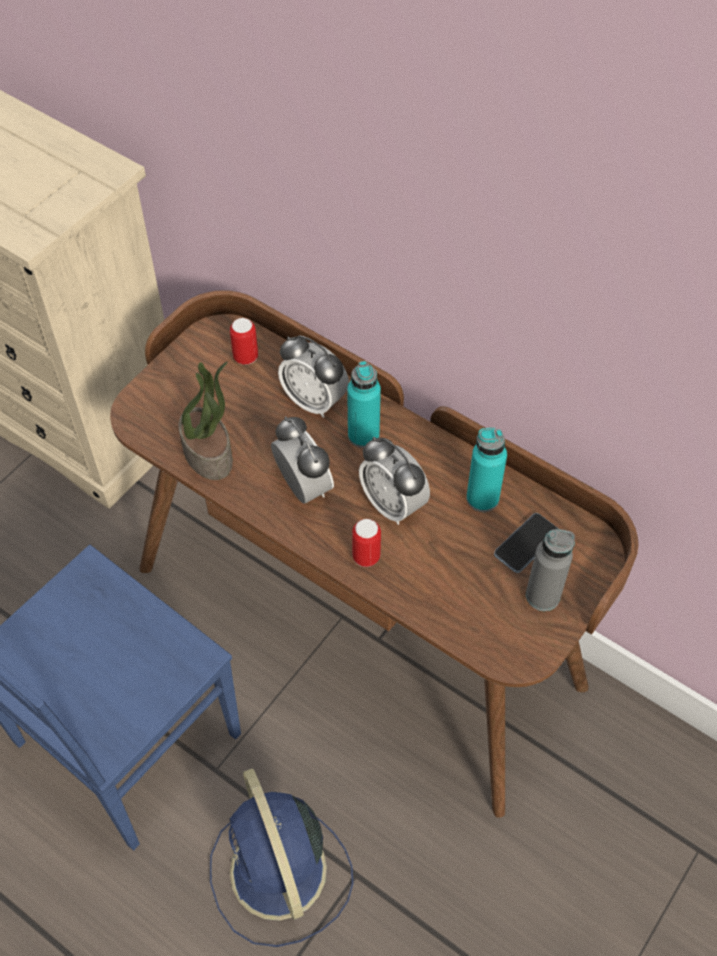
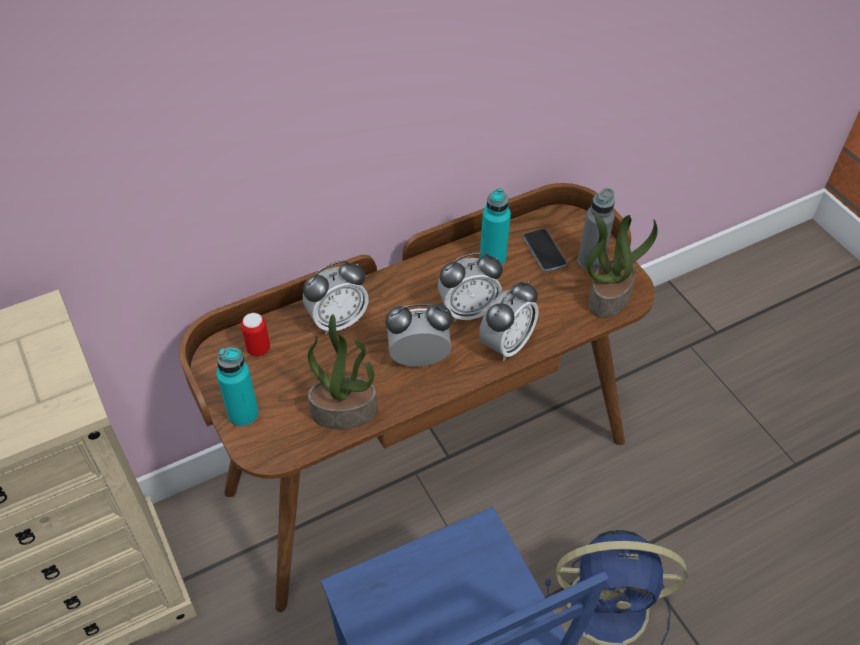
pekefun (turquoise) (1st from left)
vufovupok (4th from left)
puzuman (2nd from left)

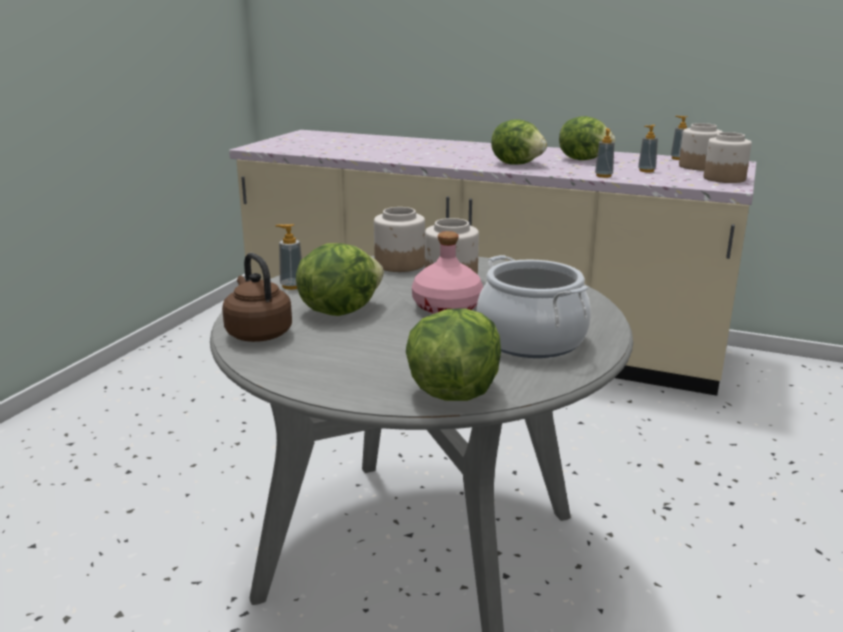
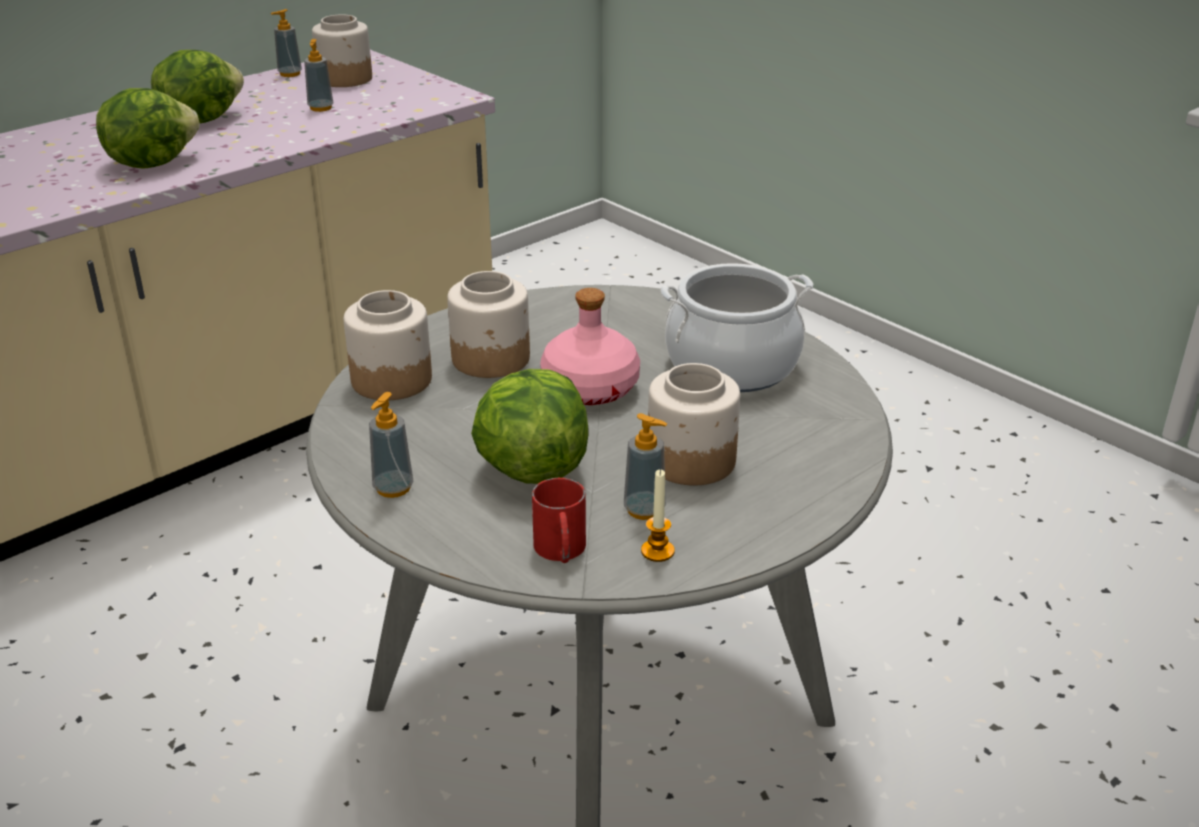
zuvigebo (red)
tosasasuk (2nd from left in the first image)
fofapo (4th from left)
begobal (4th from left)
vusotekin

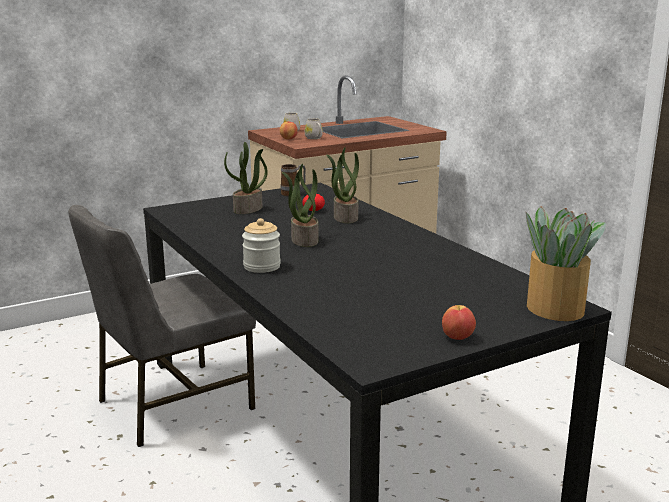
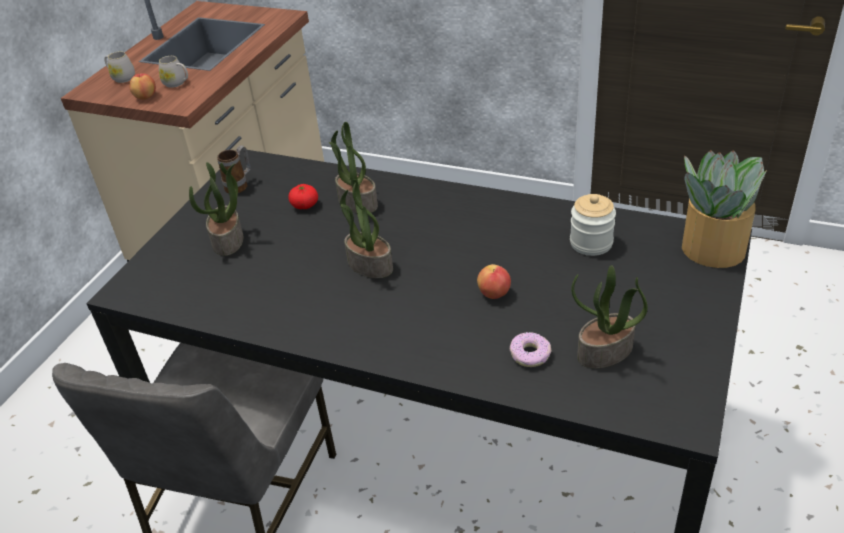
begobal
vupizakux (2nd from left)
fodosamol
puzuman (4th from left)

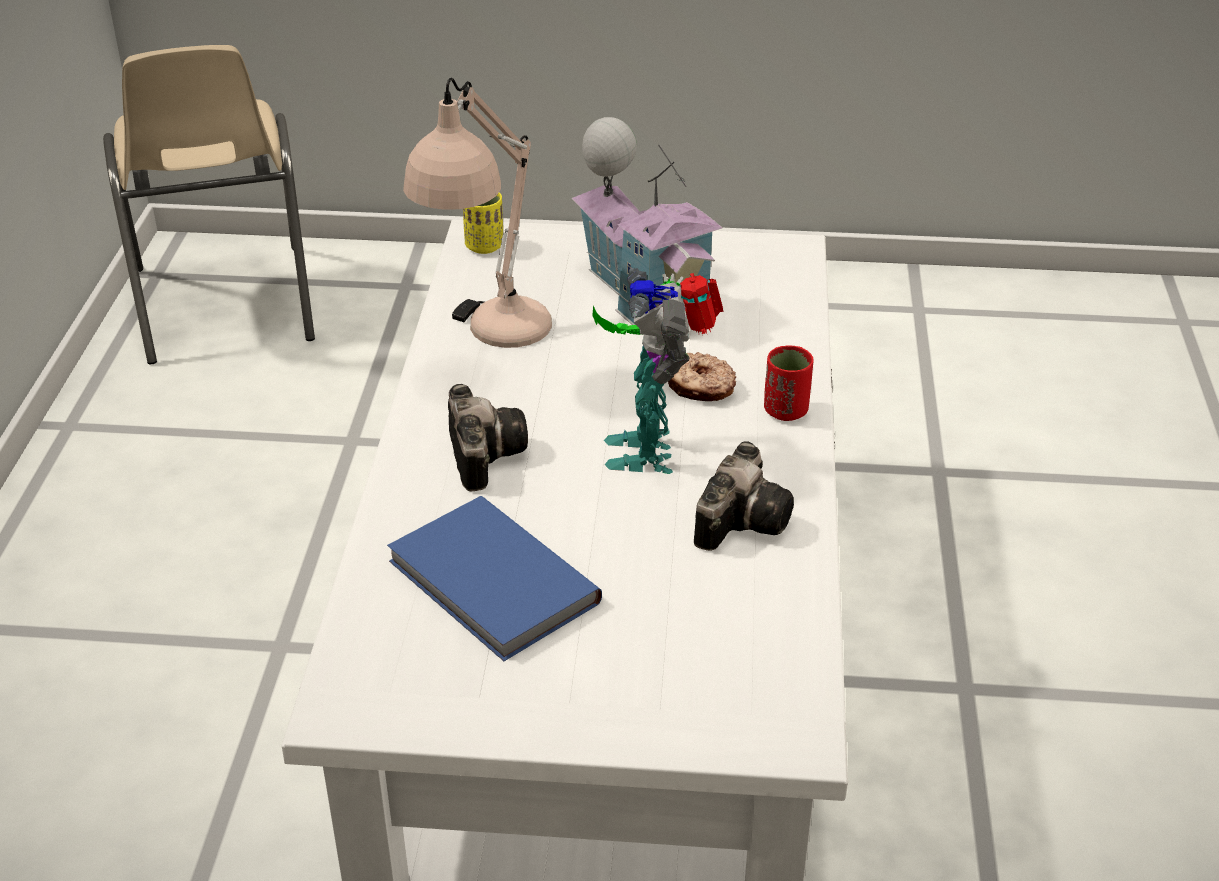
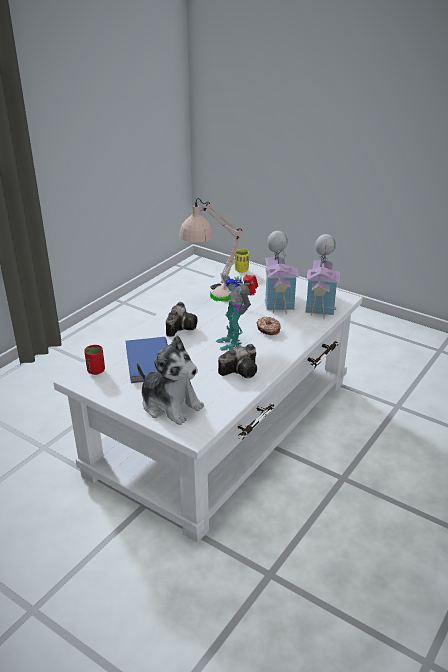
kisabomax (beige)
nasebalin
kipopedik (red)
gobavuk
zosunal (2nd from left)

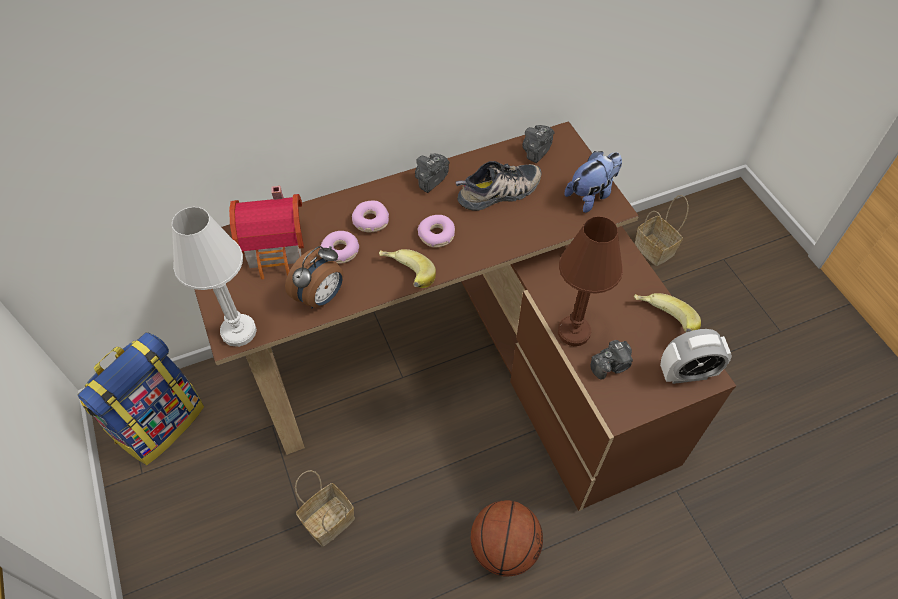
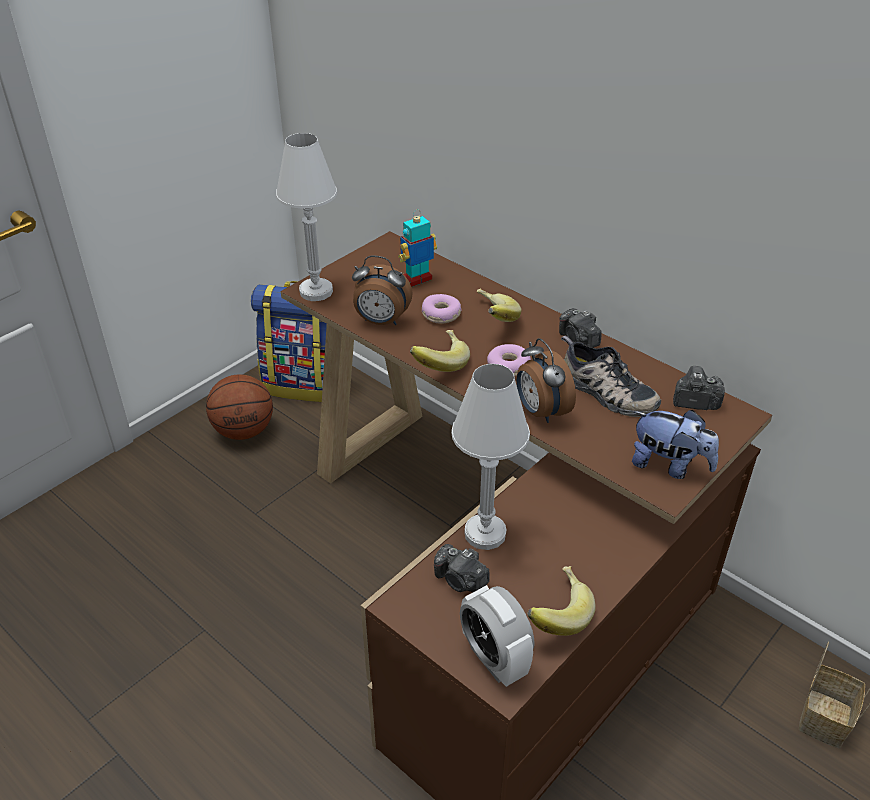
nasebalin
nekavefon (1st from left in the first image)
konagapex (2nd from left)
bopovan (2nd from left)
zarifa
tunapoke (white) (2nd from left)
vufovupok (3rd from left)

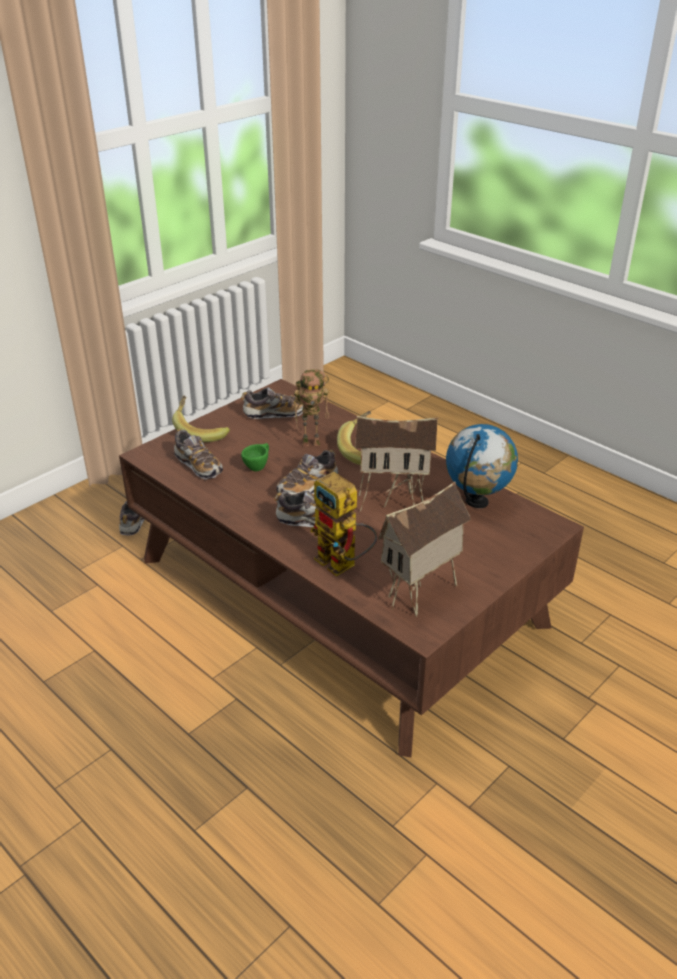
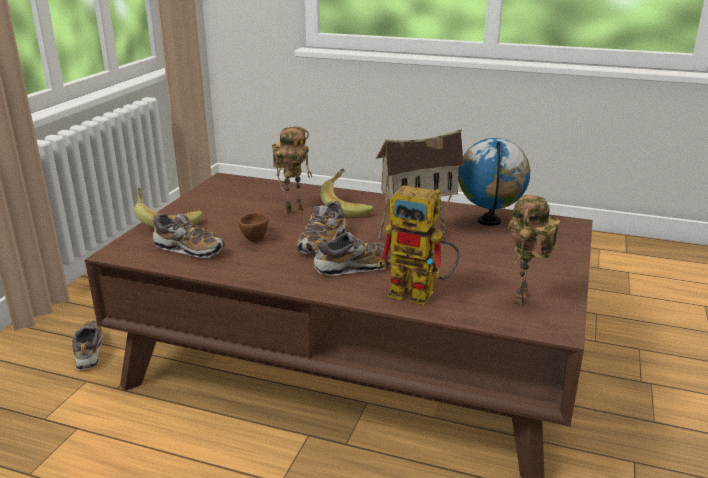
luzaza (3rd from left in the first image)
kipopedik (brown)
nasebalin (3rd from left)

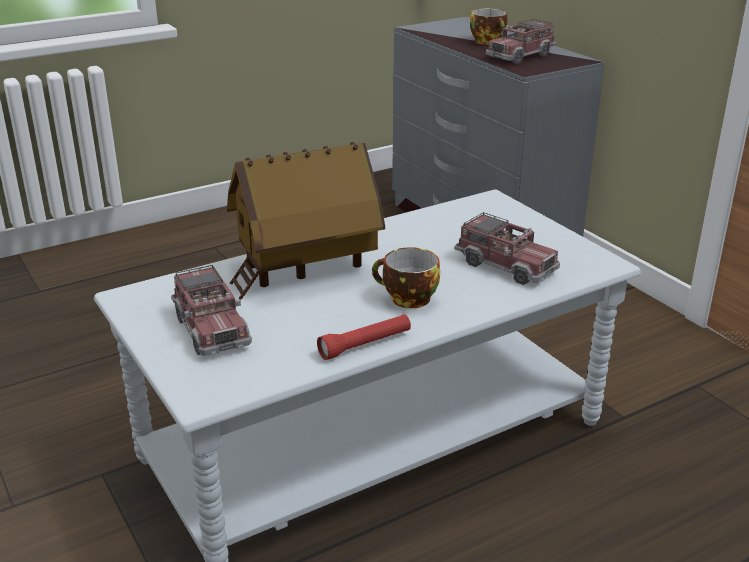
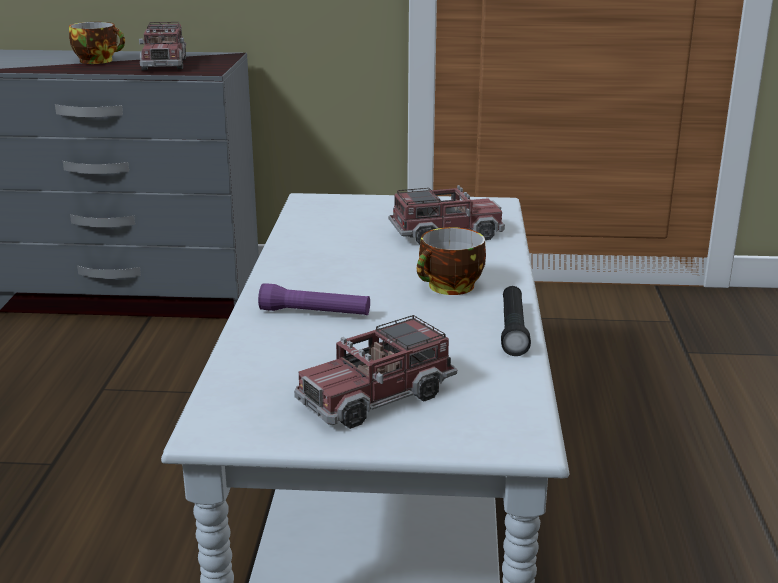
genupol (2nd from left)
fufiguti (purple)
fufiguti (black)

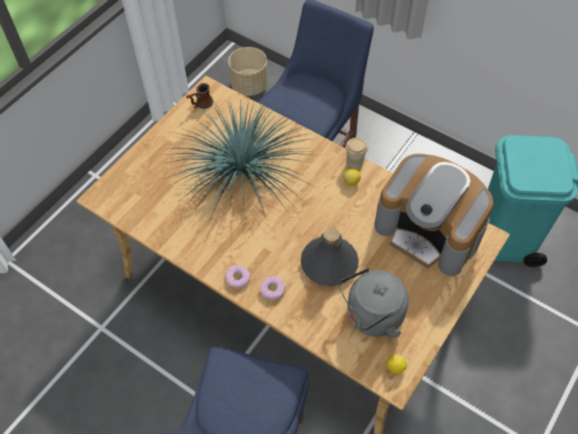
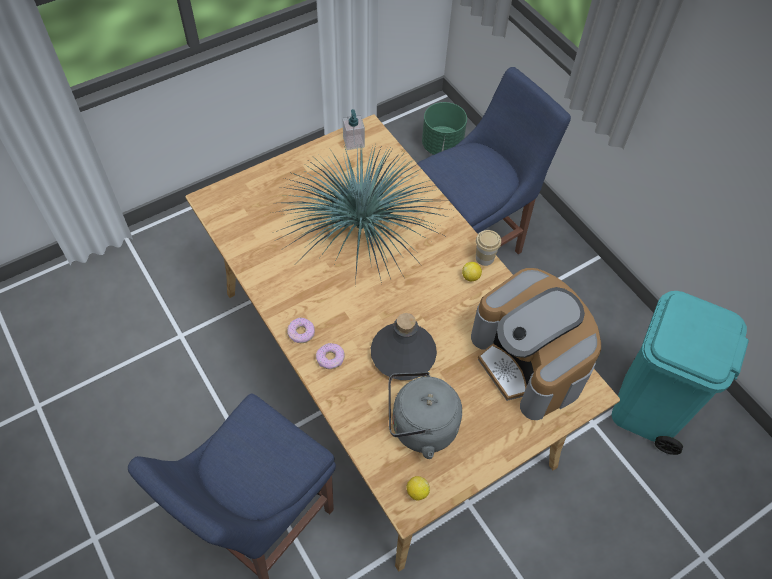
fofapo
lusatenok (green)

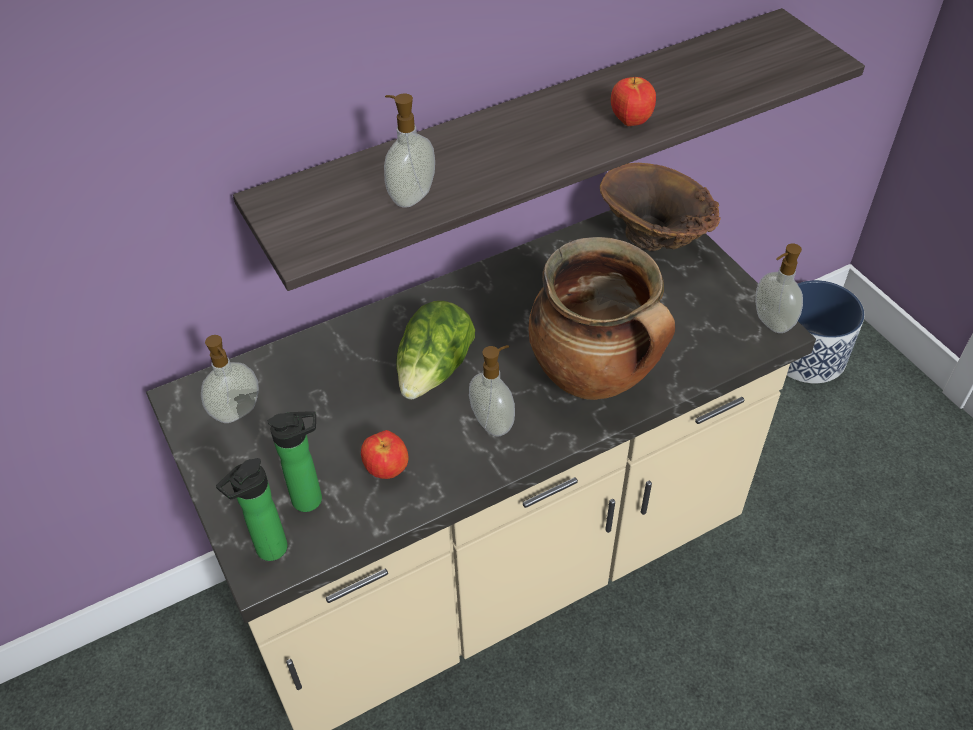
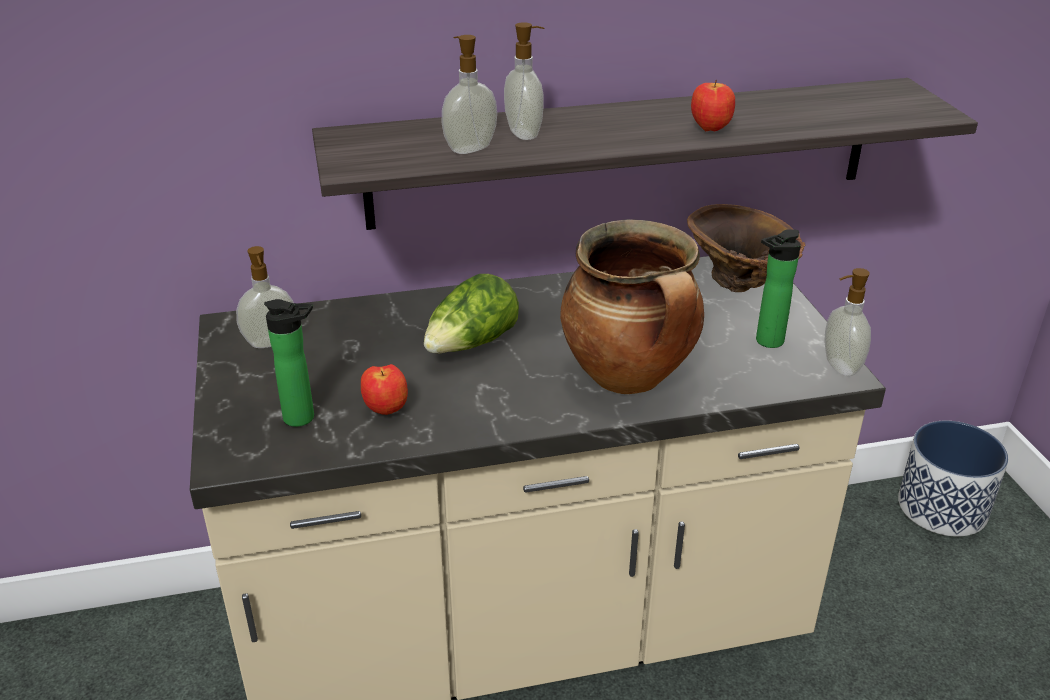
pekefun (2nd from left)
fofapo (3rd from left)

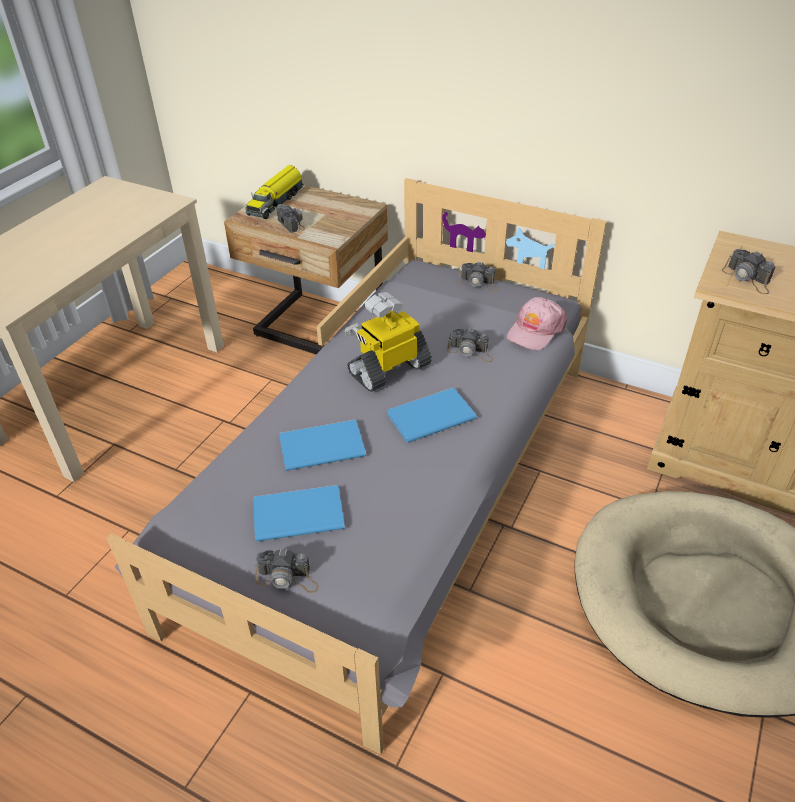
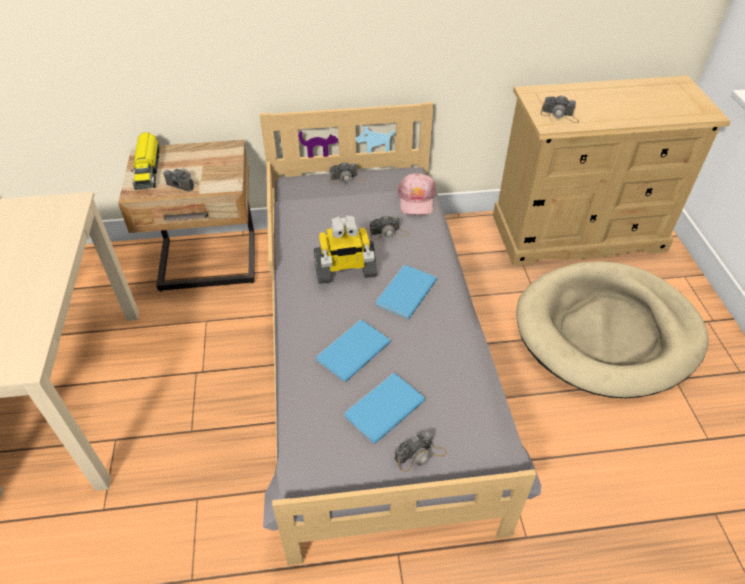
nasebalin

